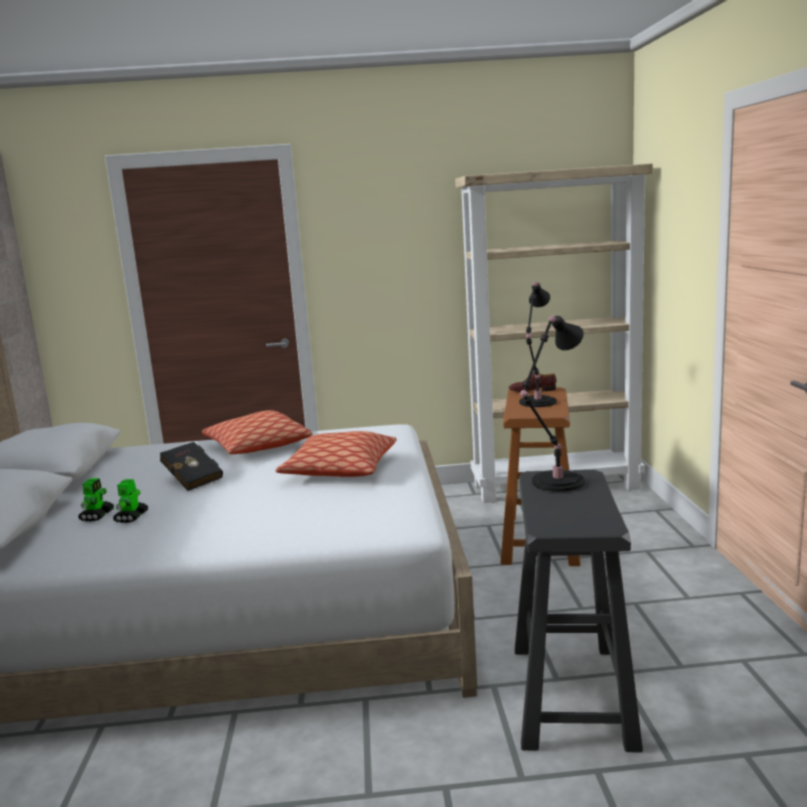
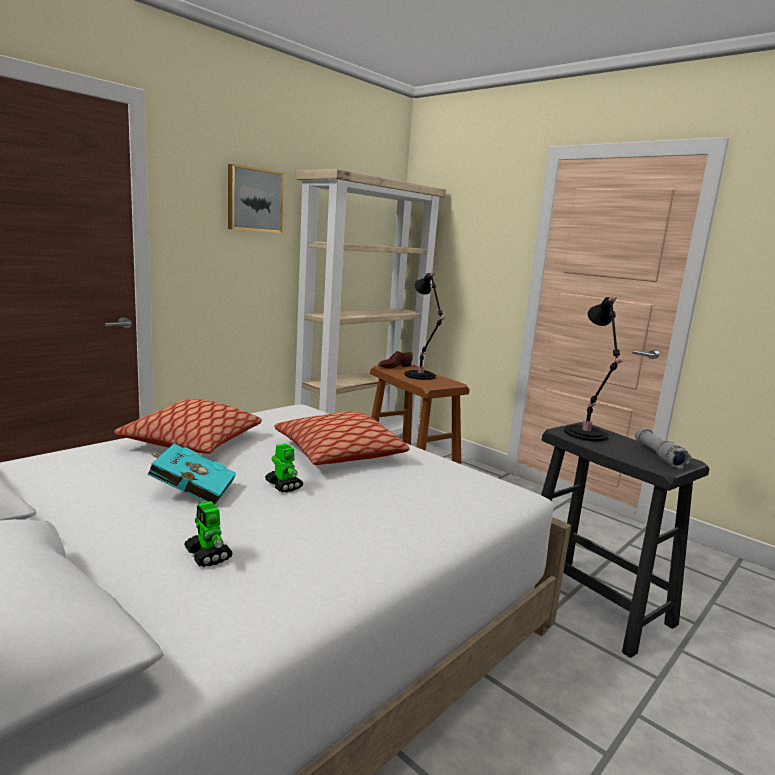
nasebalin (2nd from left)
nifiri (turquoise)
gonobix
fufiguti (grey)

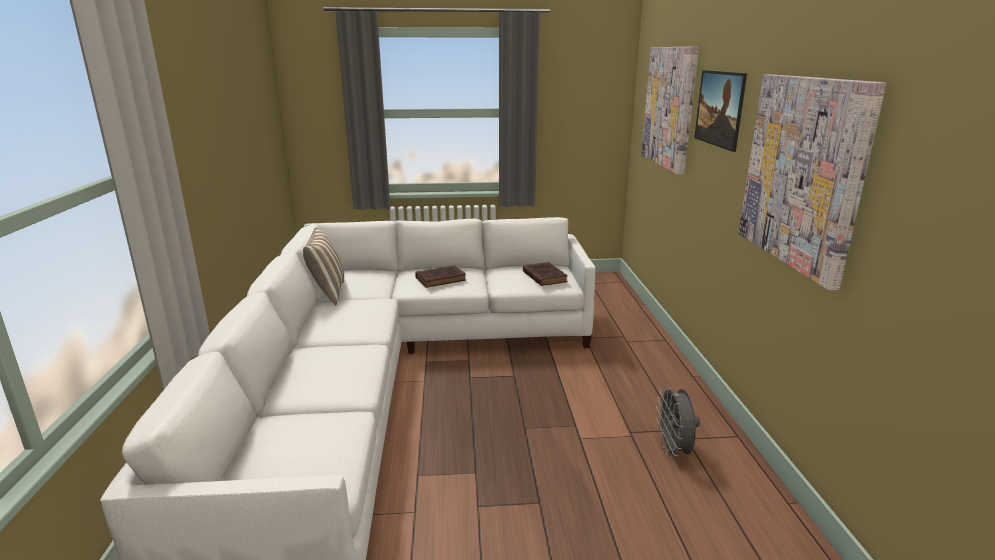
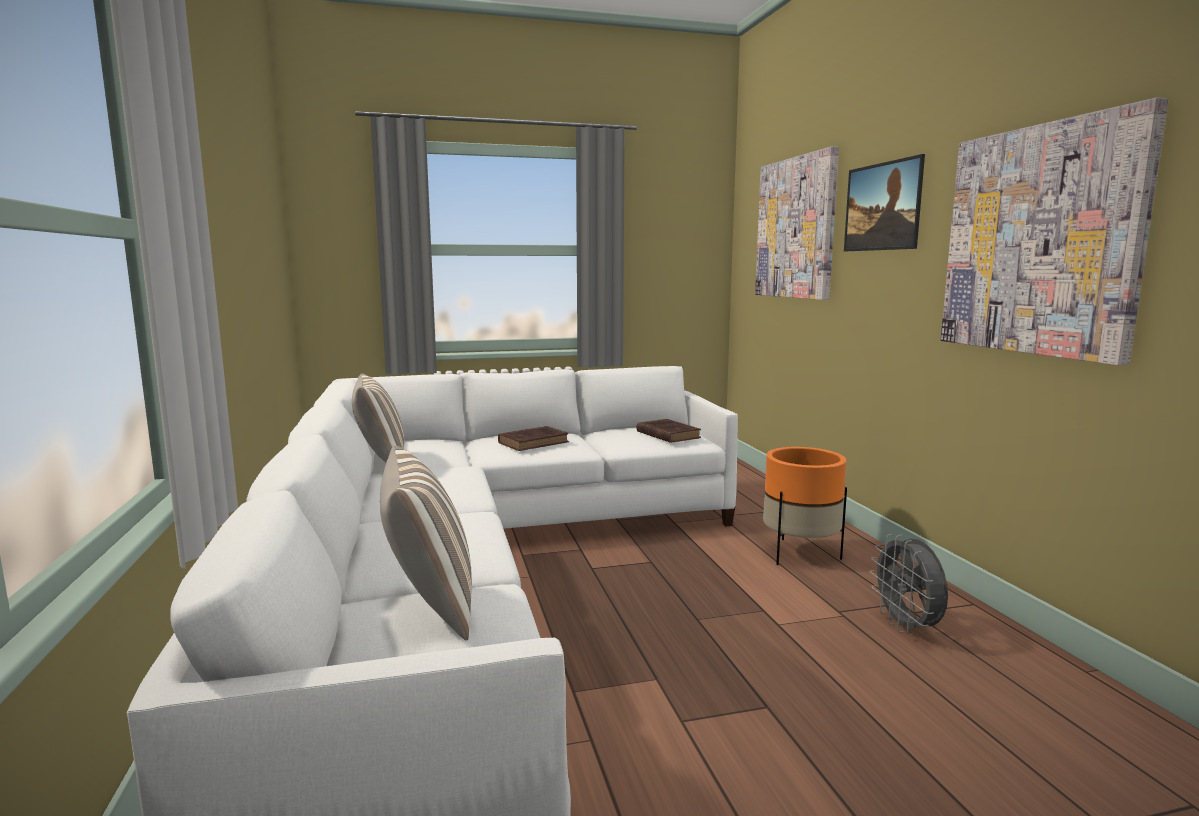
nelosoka (2nd from left)
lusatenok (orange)

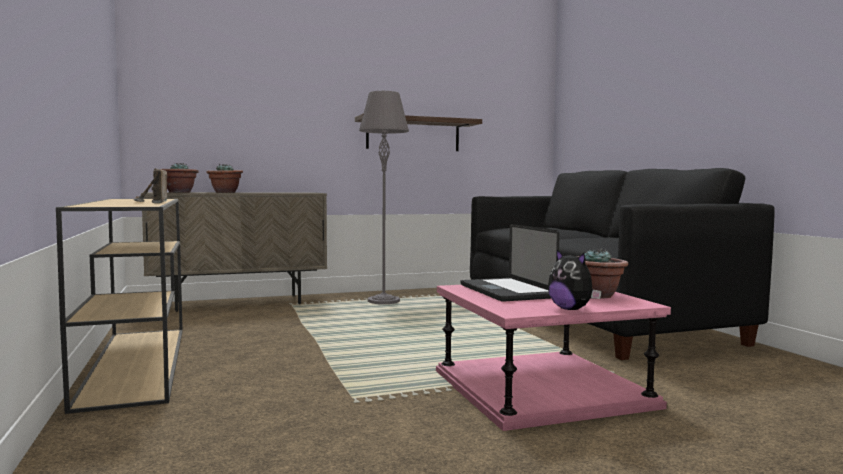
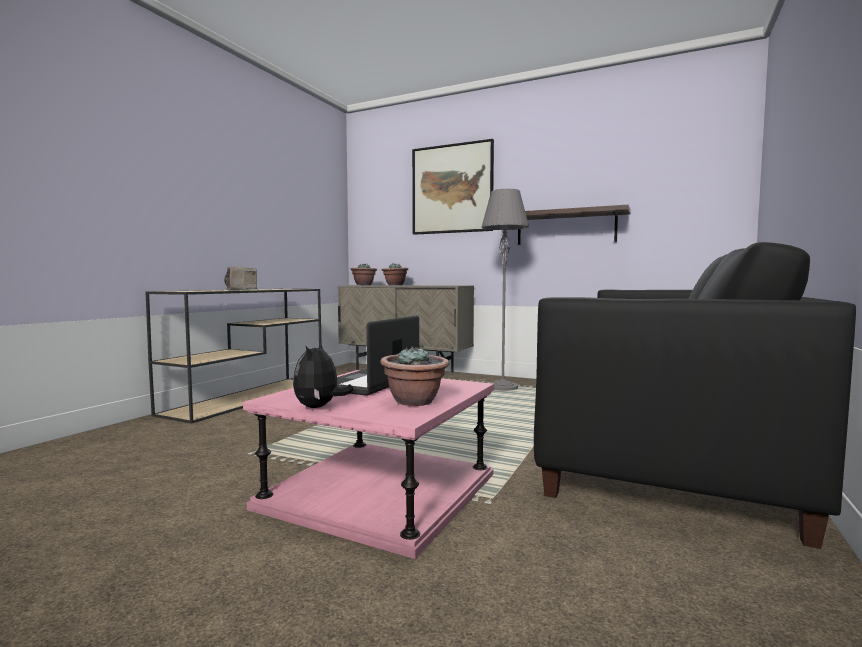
gonobix

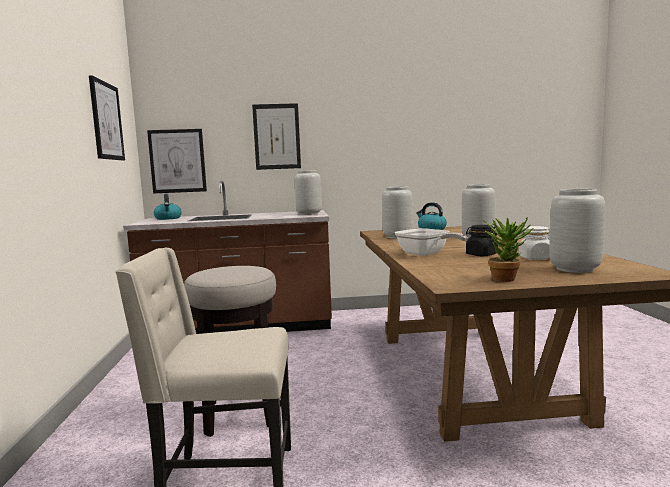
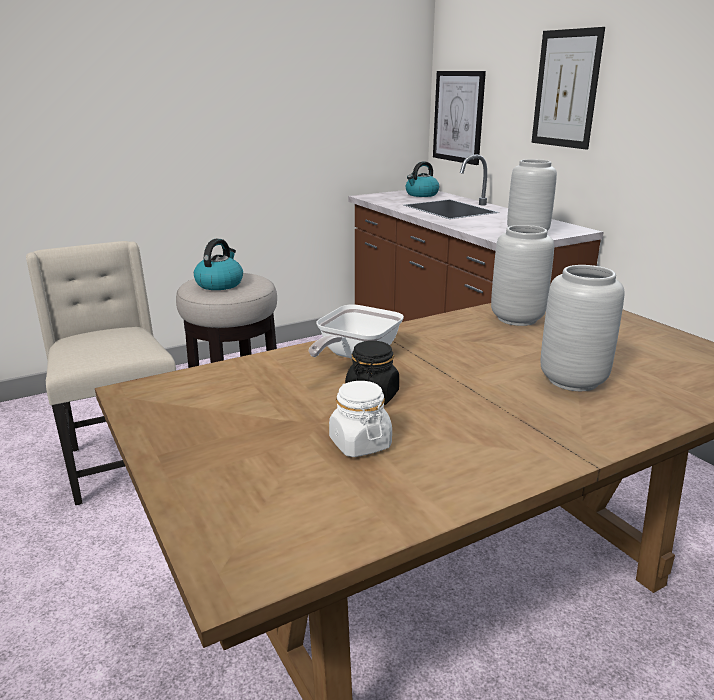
gonobix (1st from left in the first image)
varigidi (1st from left)
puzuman
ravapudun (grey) (4th from left in the first image)

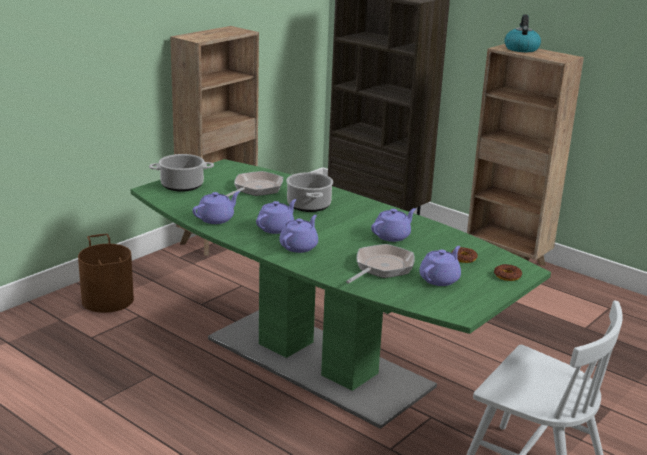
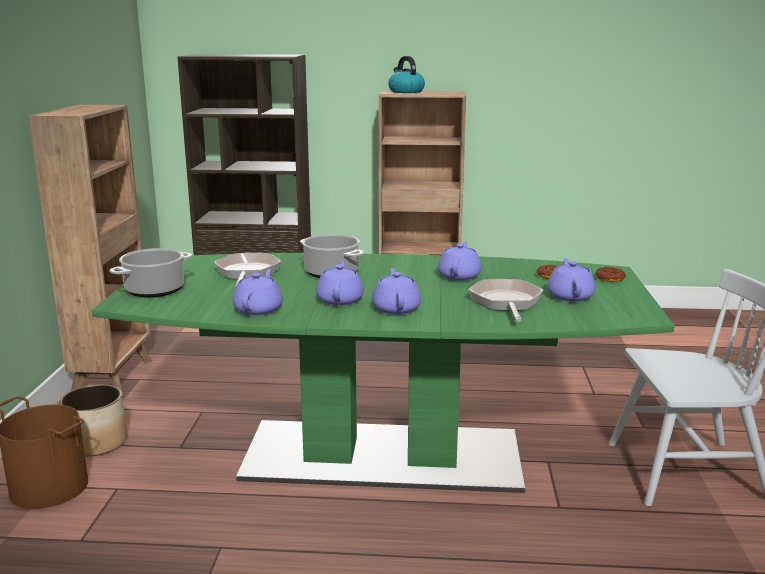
lusatenok

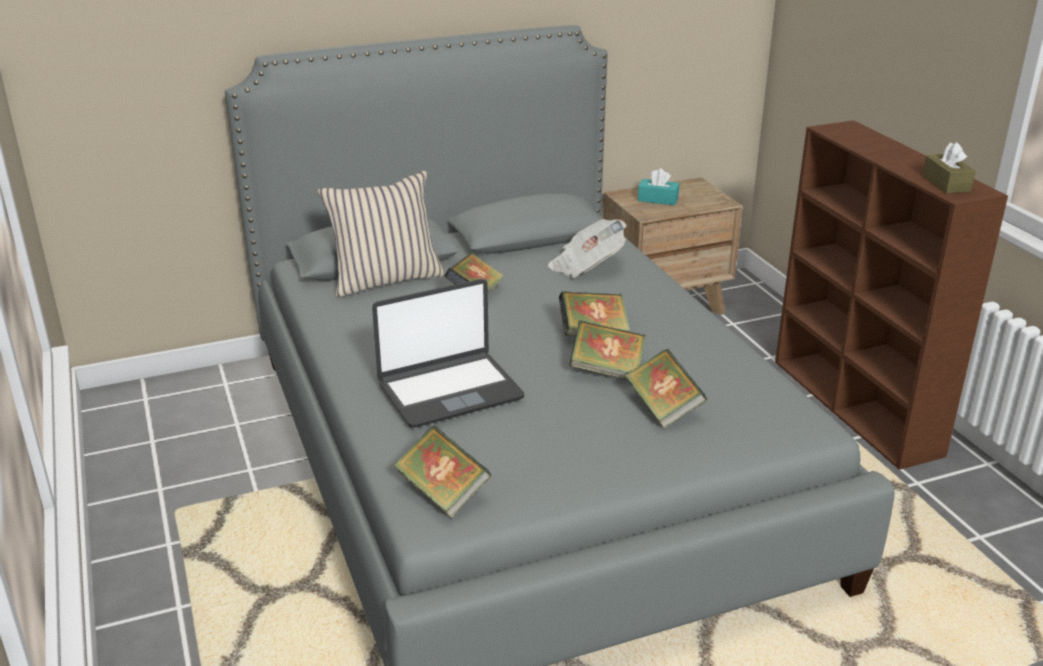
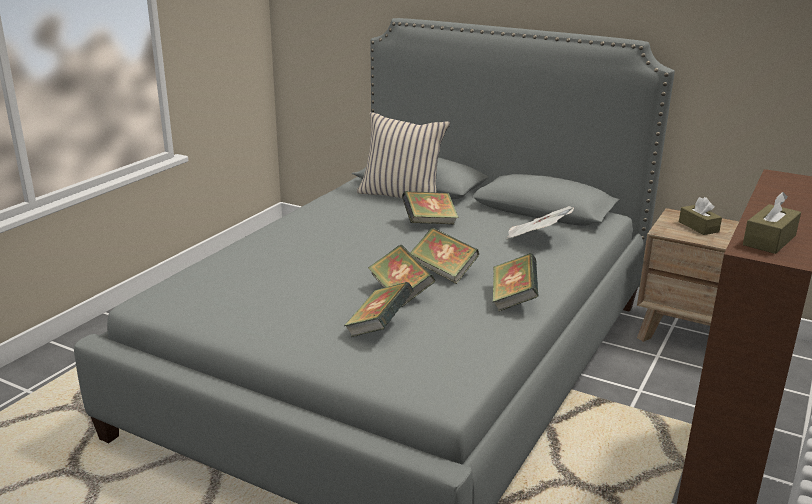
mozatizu
nifiri (5th from left)
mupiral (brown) (1st from left)

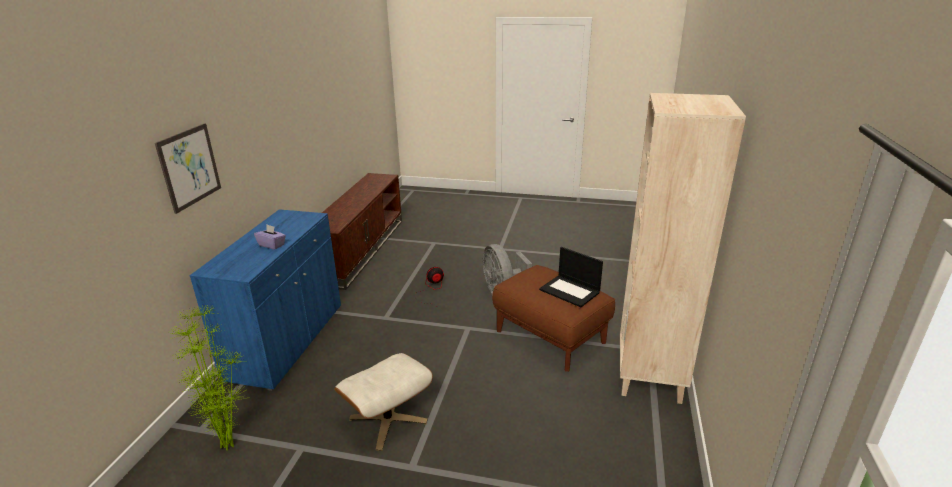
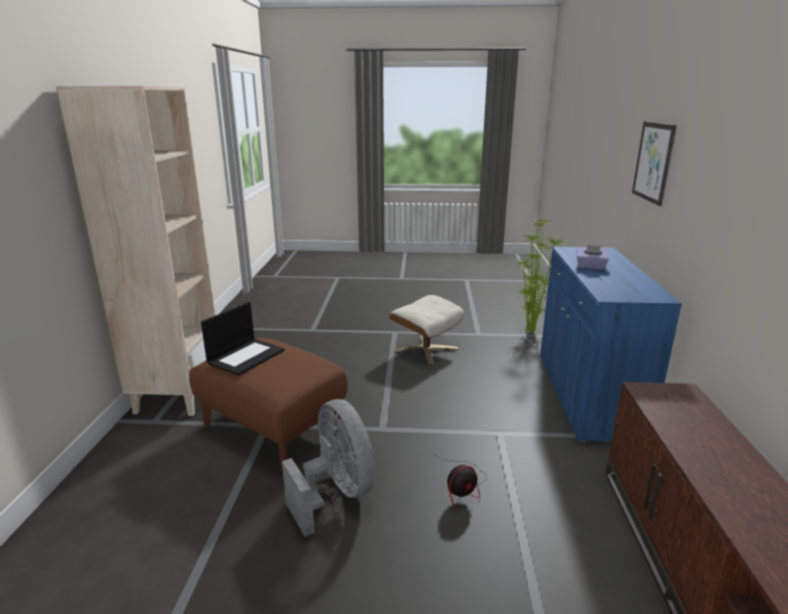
mozatizu

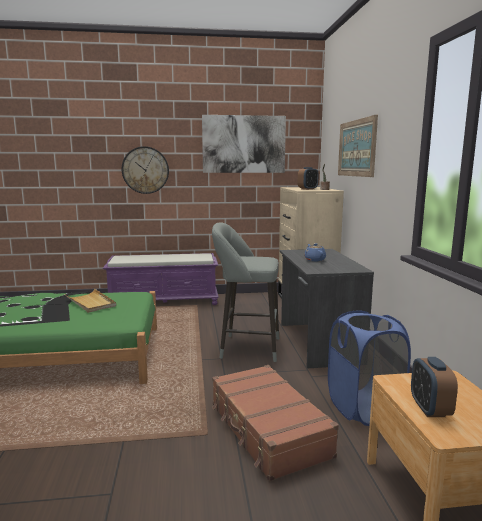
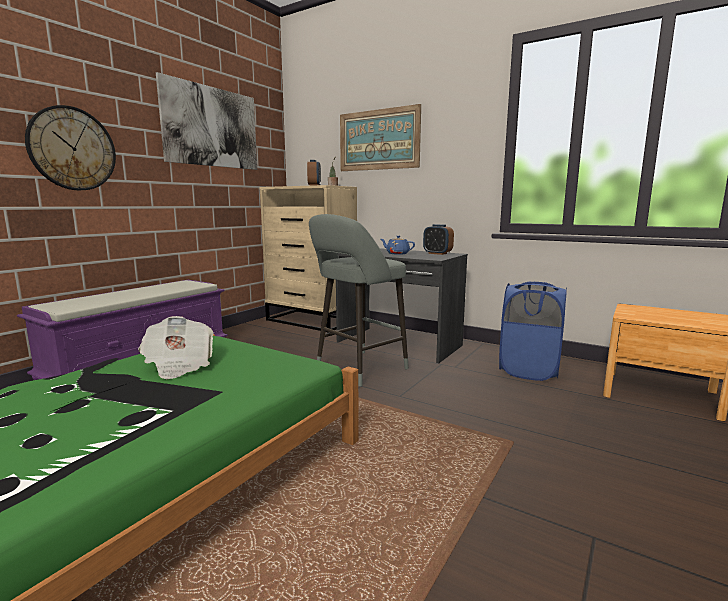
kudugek
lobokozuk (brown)
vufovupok (2nd from left)

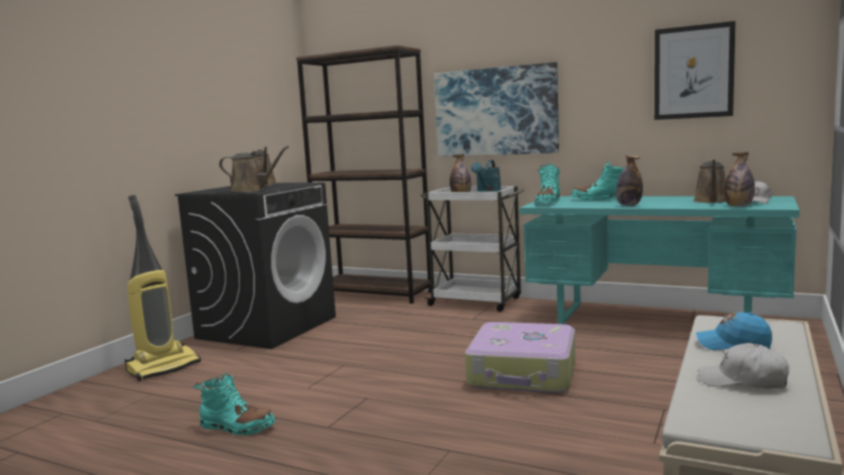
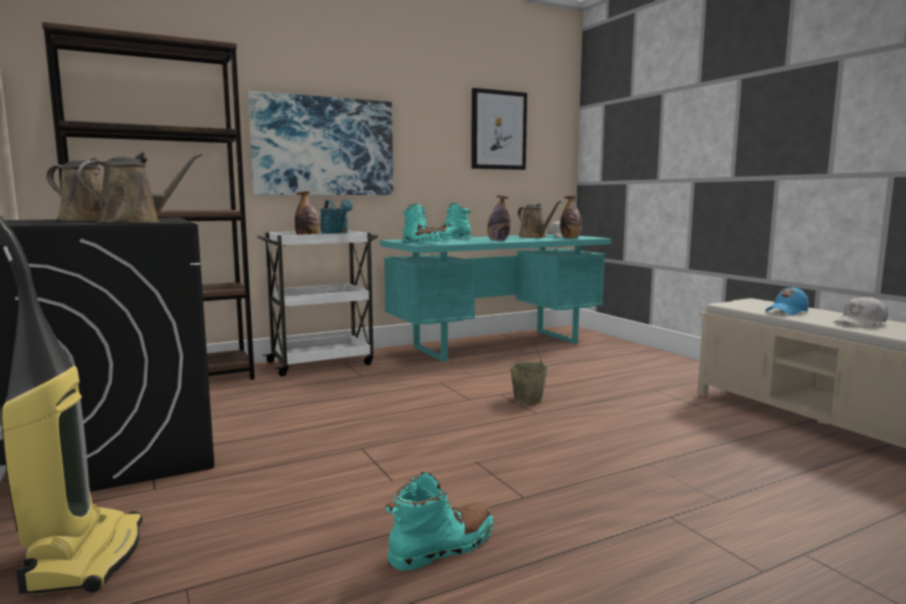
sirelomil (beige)

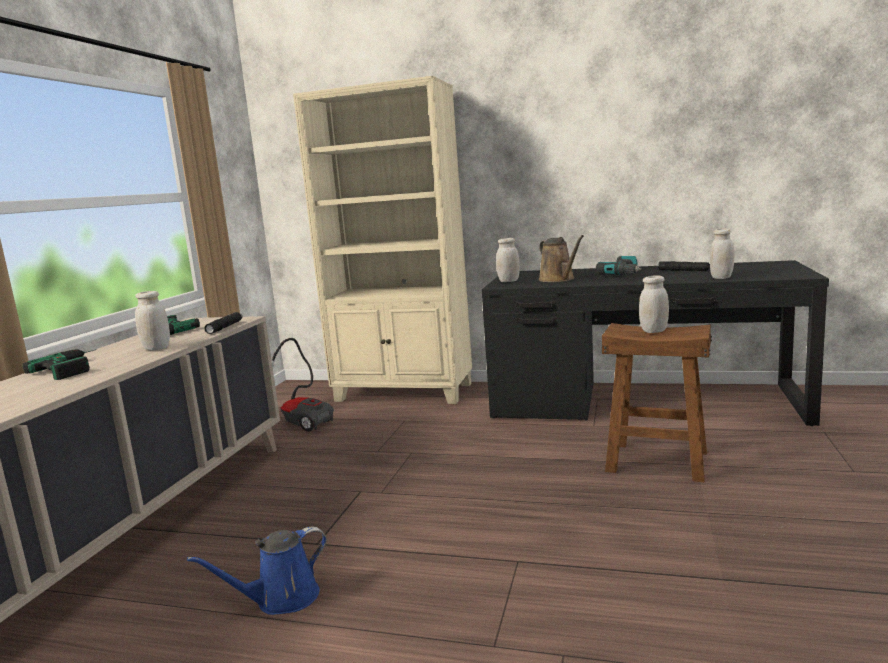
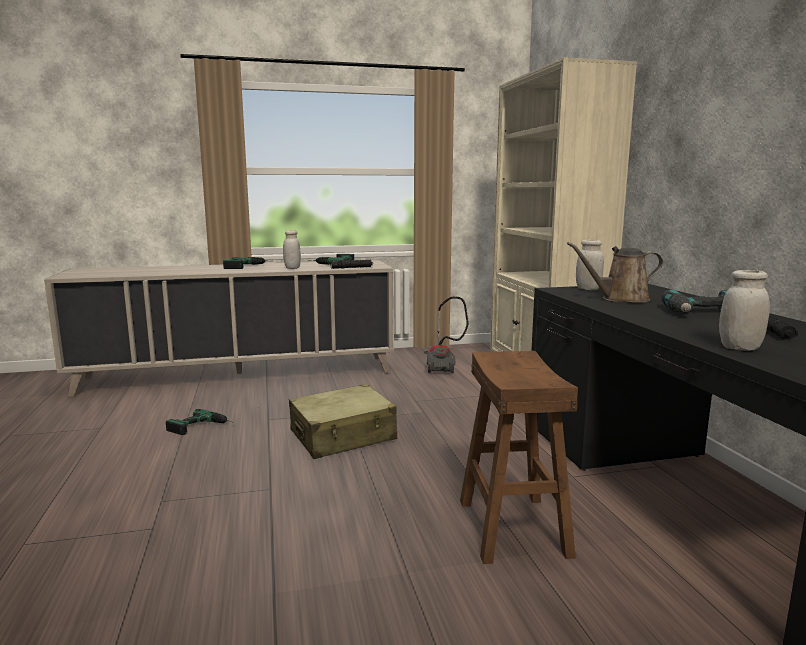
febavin (1st from left)
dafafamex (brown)
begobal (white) (3rd from left in the first image)
lobokozuk (beige)

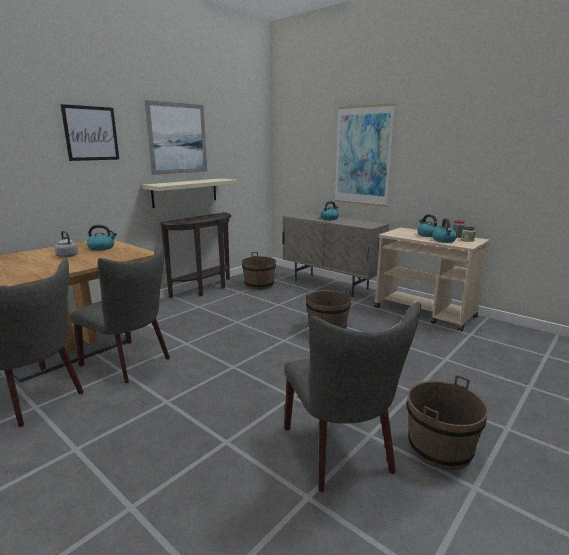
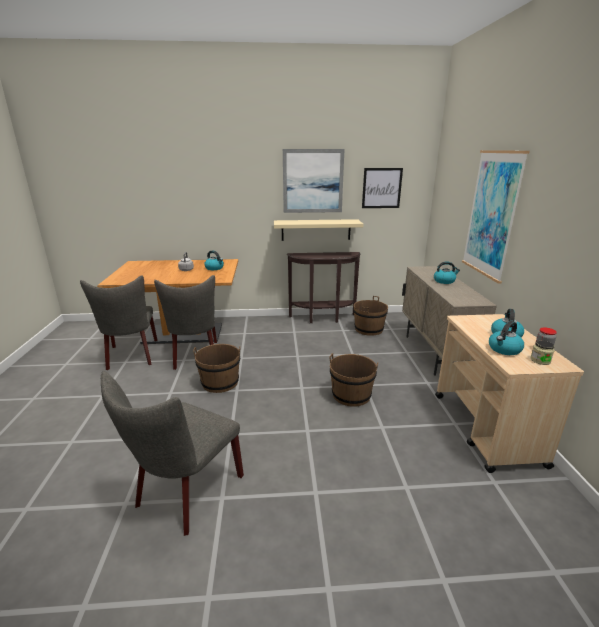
gonobix (2nd from left)
sirelomil (brown) (1st from left)

